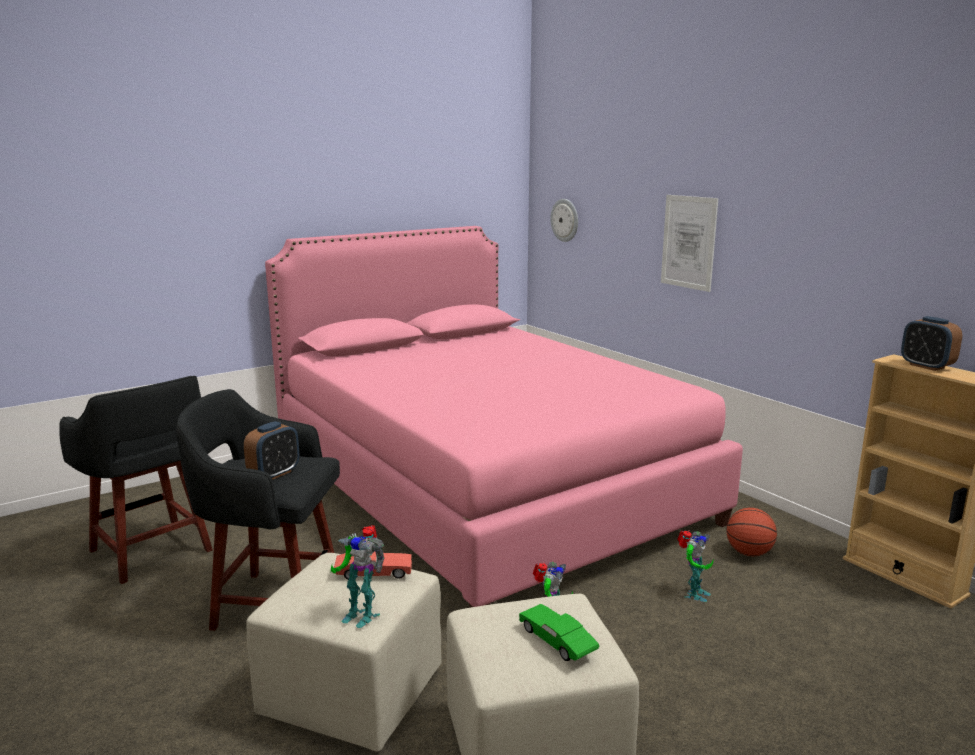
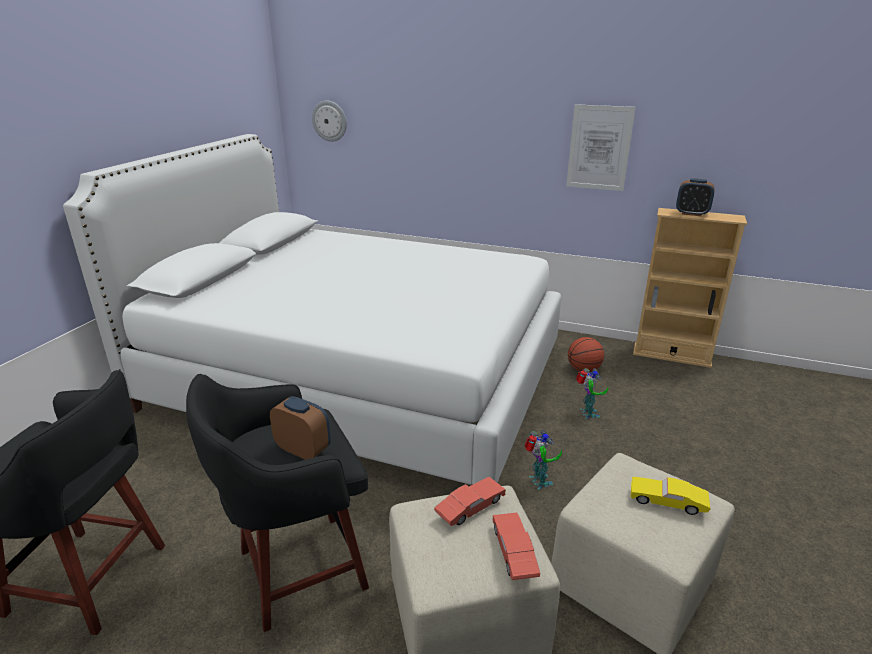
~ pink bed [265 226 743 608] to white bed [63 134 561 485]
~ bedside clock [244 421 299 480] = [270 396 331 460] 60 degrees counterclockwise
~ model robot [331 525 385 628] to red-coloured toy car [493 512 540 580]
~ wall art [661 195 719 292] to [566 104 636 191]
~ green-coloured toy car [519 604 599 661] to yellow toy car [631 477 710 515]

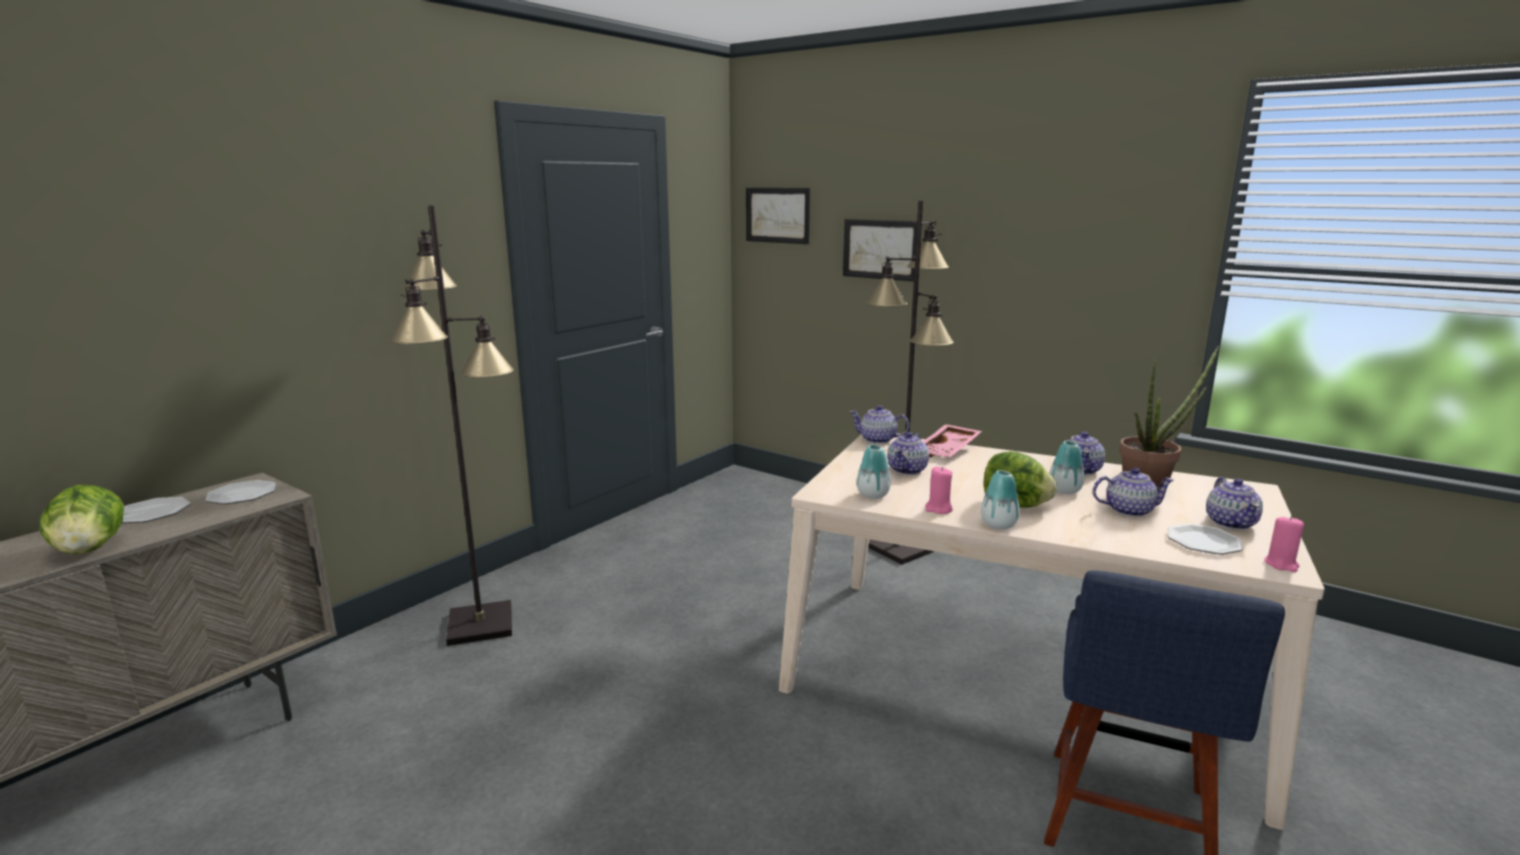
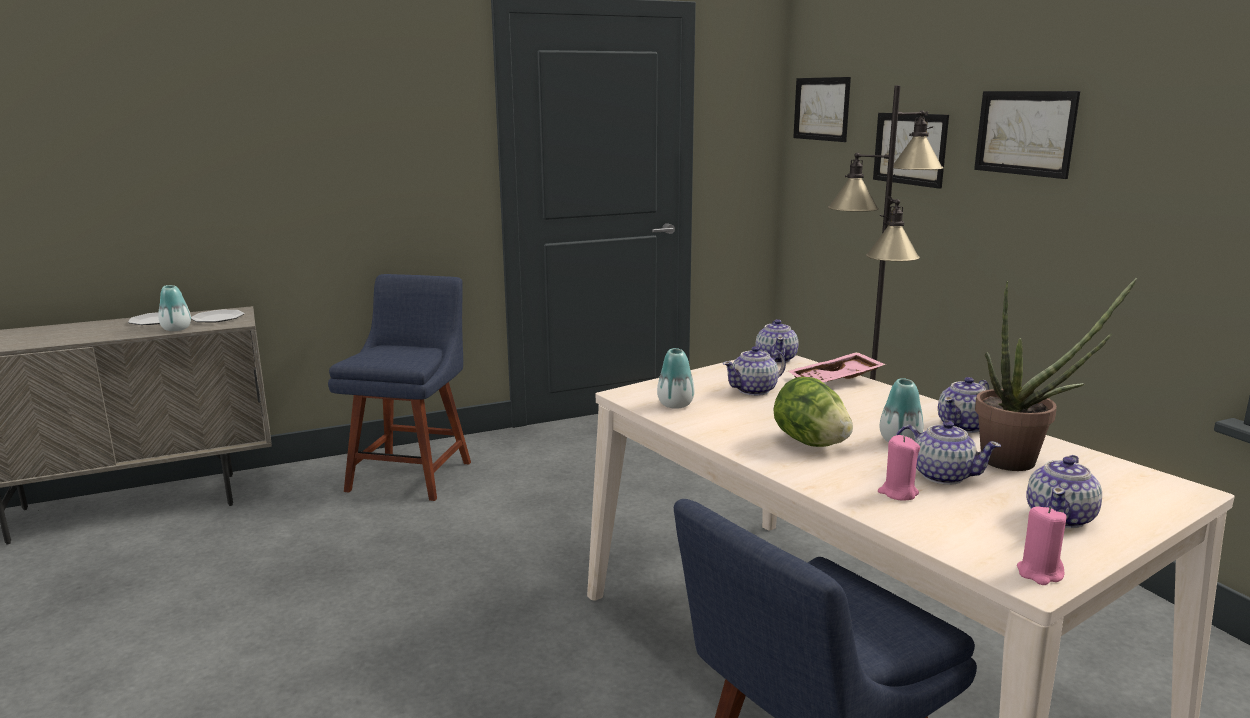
~ decorative vase [981 470 1020 529] to [159 285 191 331]
~ blackish floor lamp [390 205 514 646] to blue chair [328 274 471 501]
~ tea pot [849 405 909 444] = [756 319 799 363] 135 degrees counterclockwise
~ pink wax candle [925 467 953 514] to [878 435 920 501]
+ wall art [974 91 1080 179]
- lettuce head [40 485 124 554]
- dinner plate [1168 523 1243 555]

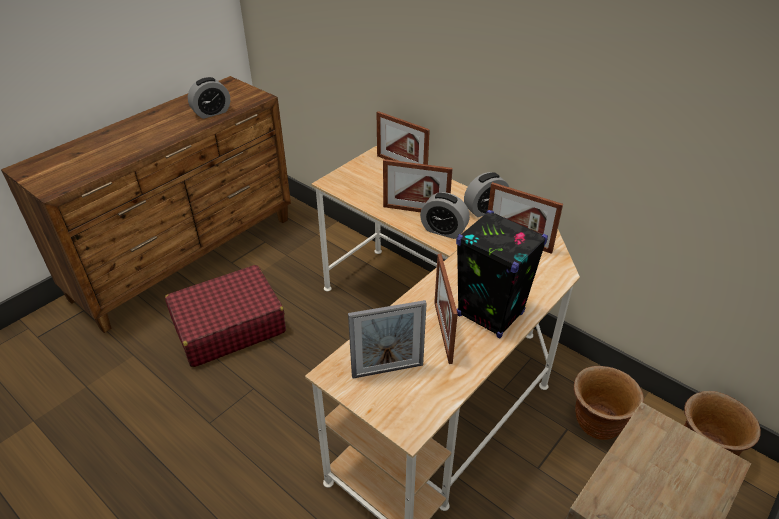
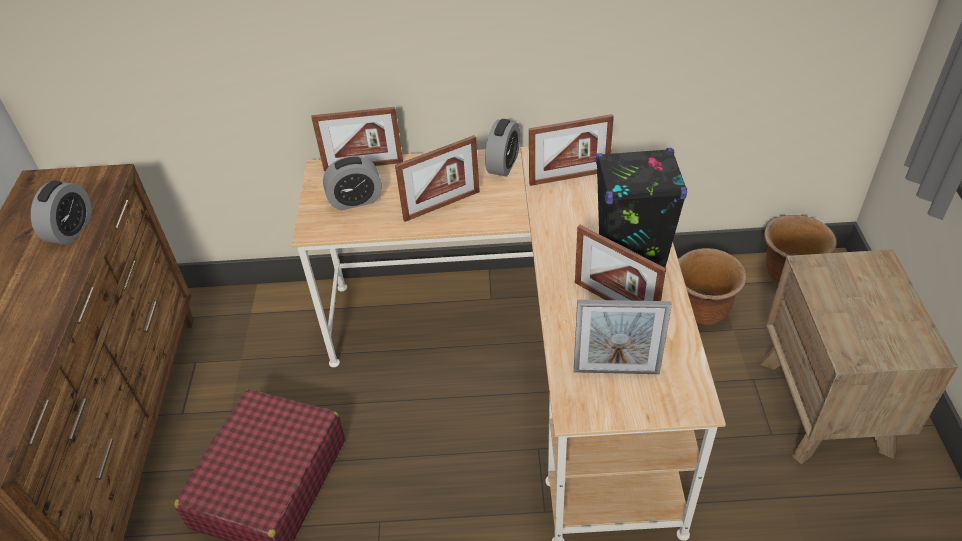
~ bedside clock [420 192 470 239] to [323 156 382 211]
~ photo frame [348 300 427 379] = [574 300 672 374] 60 degrees clockwise

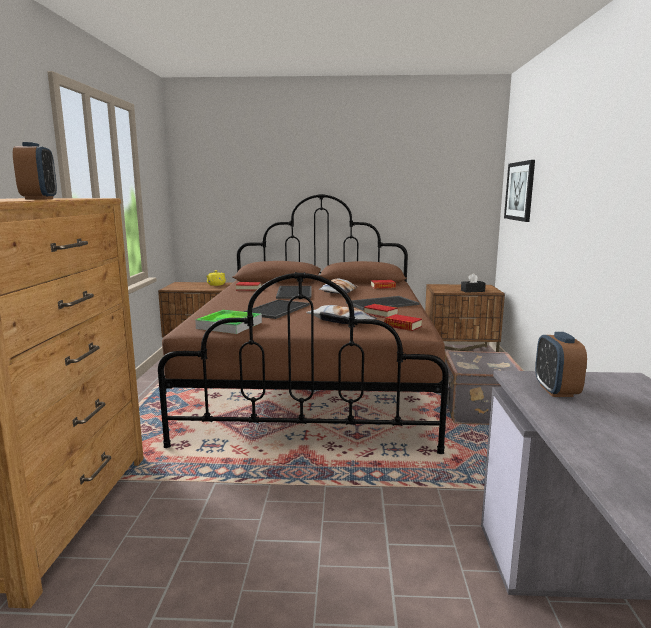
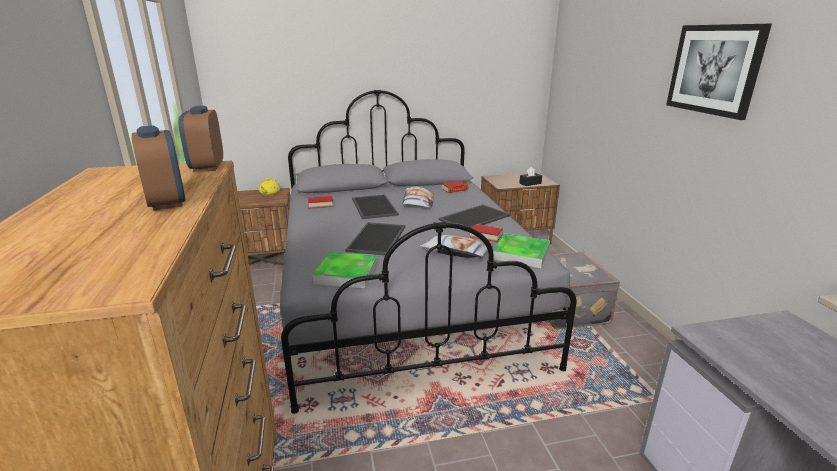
~ bedside clock [535 332 587 397] to [178 106 223 172]
~ brown bed [158 194 449 454] to gray bed [280 90 576 414]
~ book [384 314 422 331] to tray [493 233 550 268]
~ wall art [504 160 535 222] to [666 24 772 120]

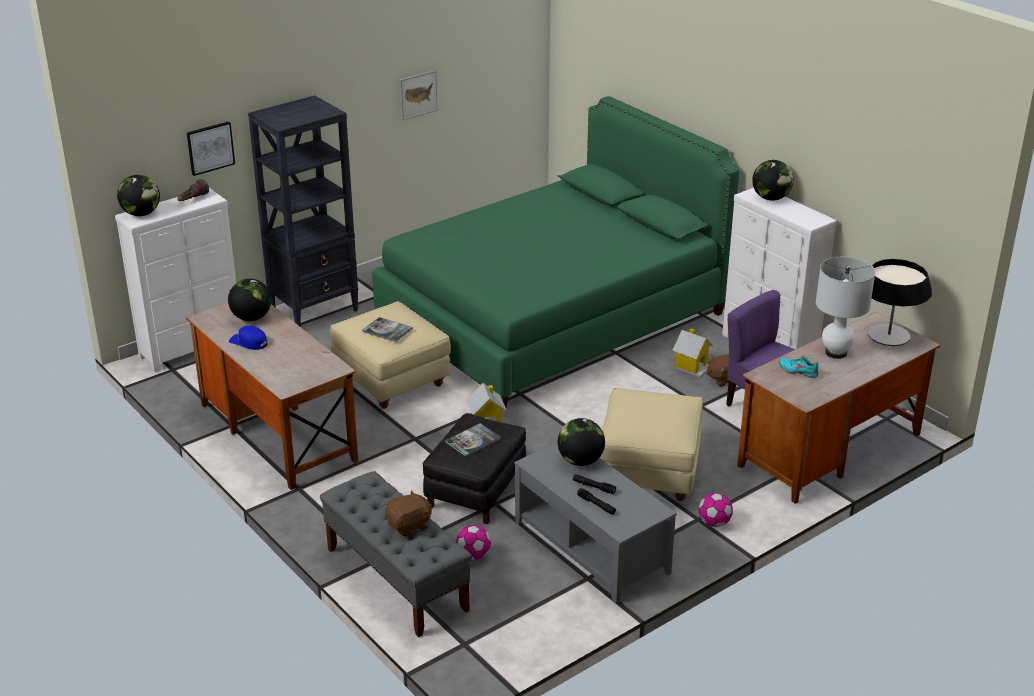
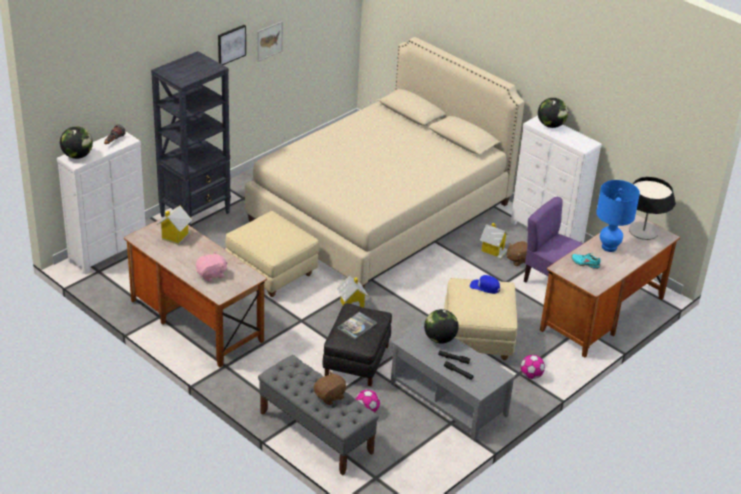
~ world globe [228 278 272 321] to toy house [157 205 192 245]
+ pink cuddly toy [196 251 228 282]
~ wall art [186 121 235 176] to [218 25 246 65]
~ green-coloured bed [372 96 740 410] to sand-coloured bed [245 37 524 288]
~ blue peaked cap [229 325 268 350] to [470 275 500 294]
~ white table lamp [816 256 876 359] to blue table lamp [596 180 640 252]
- book [362 317 413 342]

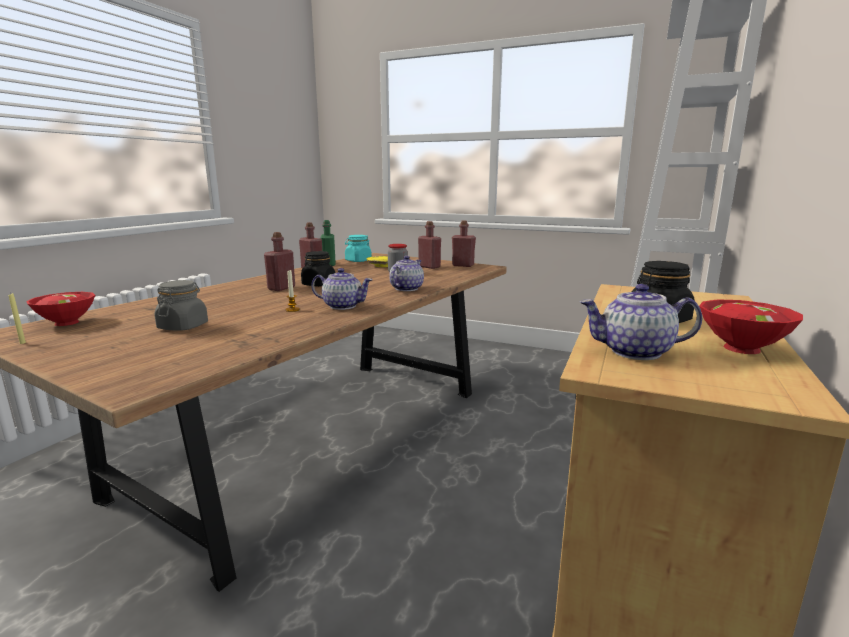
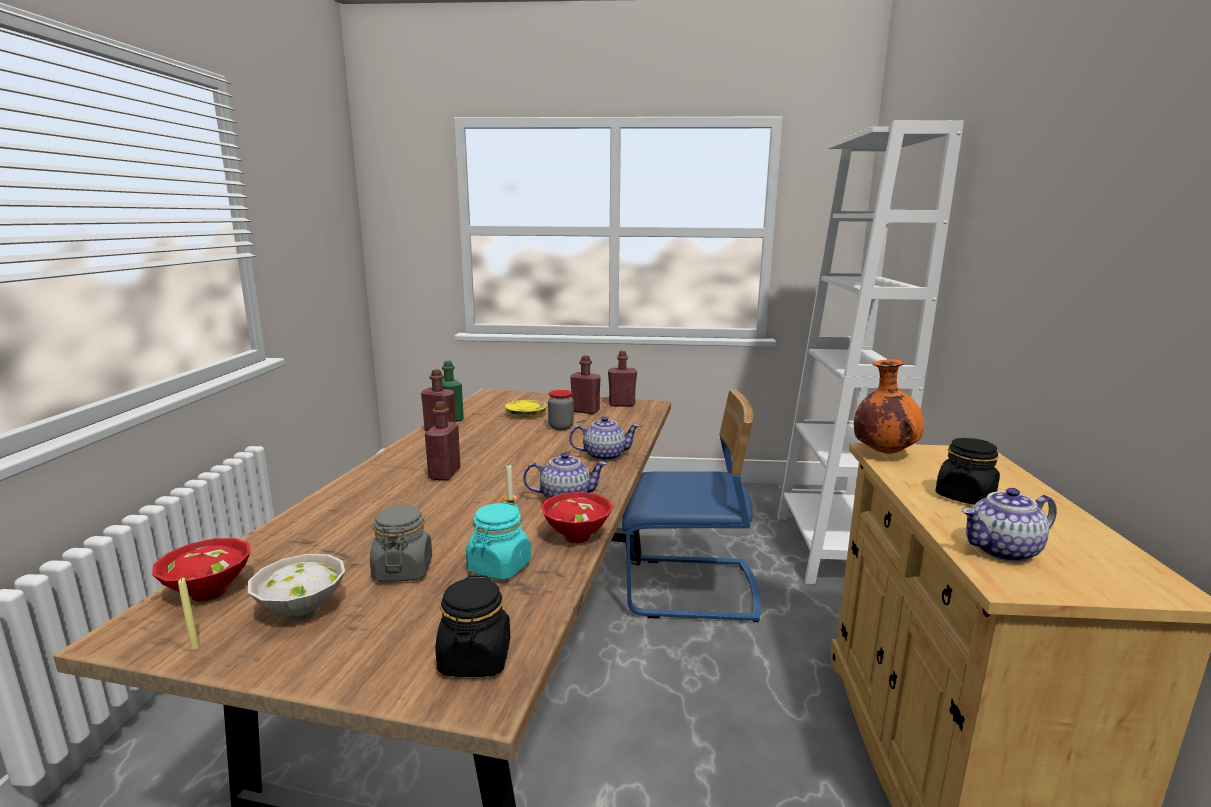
+ white serving bowl [248 554 345 622]
~ blackish storage jar [301 251 335 287] to [436 575 510 677]
~ blue-green storage jar [345 235 372 262] to [466 502 531 580]
~ red-coloured serving bowl [699 299 803 354] to [541 492 613 543]
~ tea pot [389 256 424 291] = [569 416 640 461] 75 degrees clockwise
+ blue chair [622 389 761 623]
+ orange decorative vase [854 359 924 454]

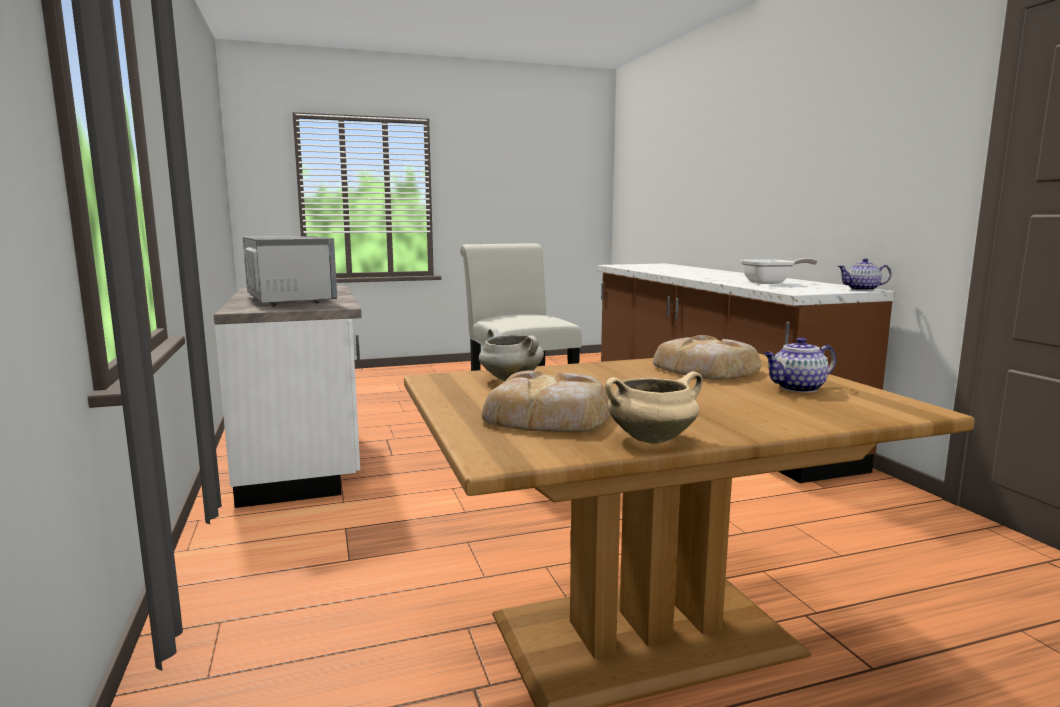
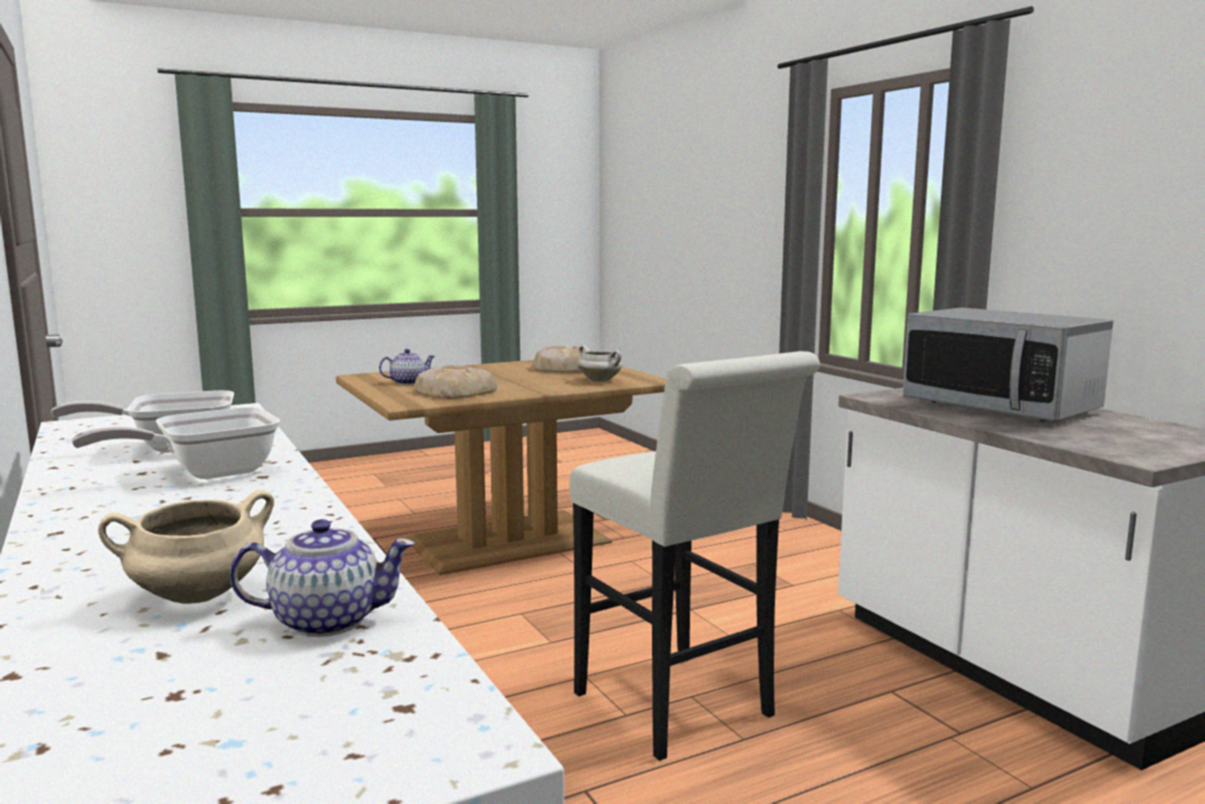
+ pan [71 407 280 479]
~ sand-coloured stockpot [605 371 702 444] to [98 490 274 604]
~ tea pot [838 258 892 291] to [230 519 415 637]

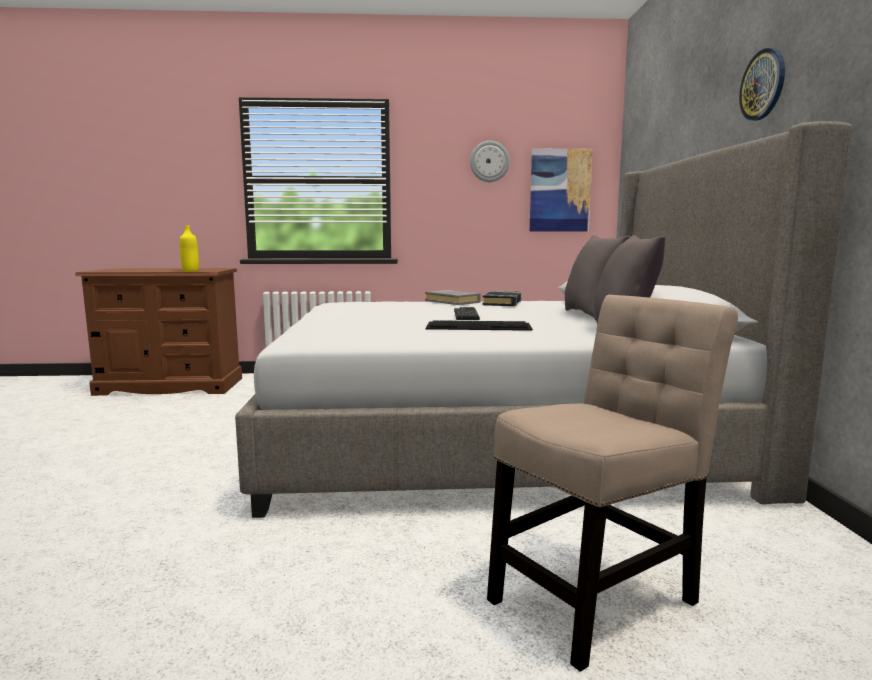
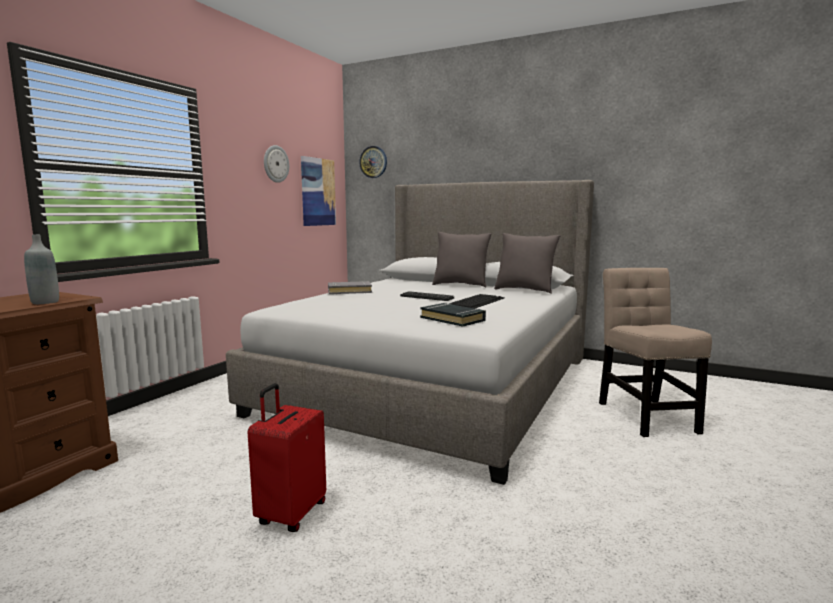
~ yellow bottle [180 226 199 271] to gray bottle [24 235 59 304]
+ red-coloured suitcase [248 383 326 532]
~ hanging clock [739 48 785 121] to [359 146 387 178]
~ blackish book [482 291 522 306] to [420 303 486 327]

